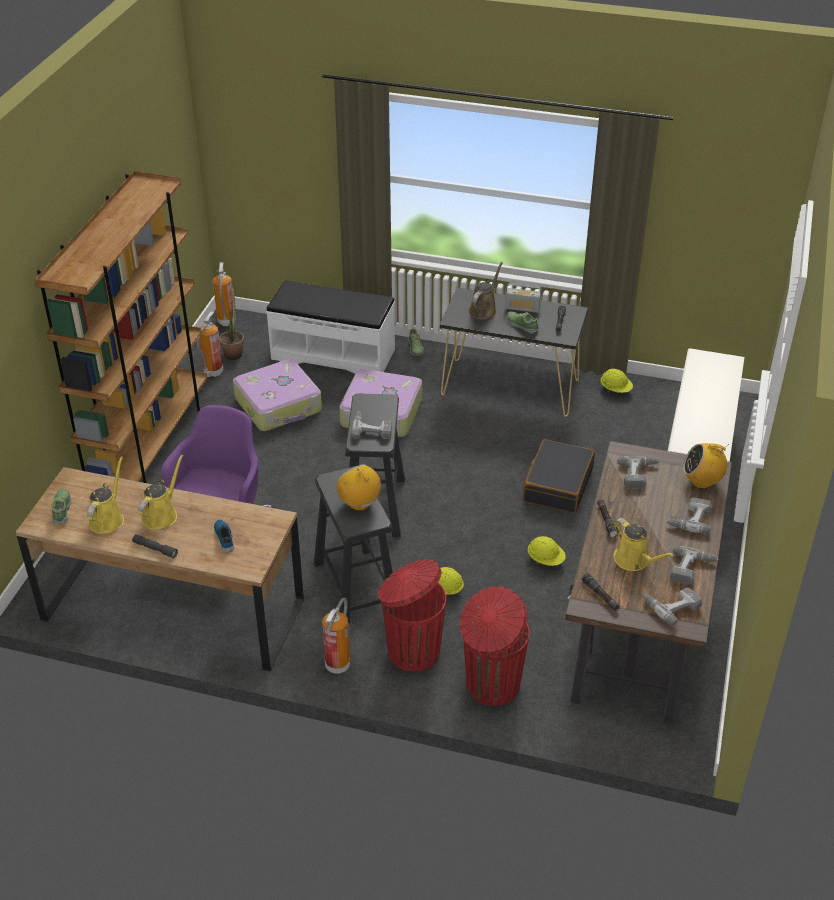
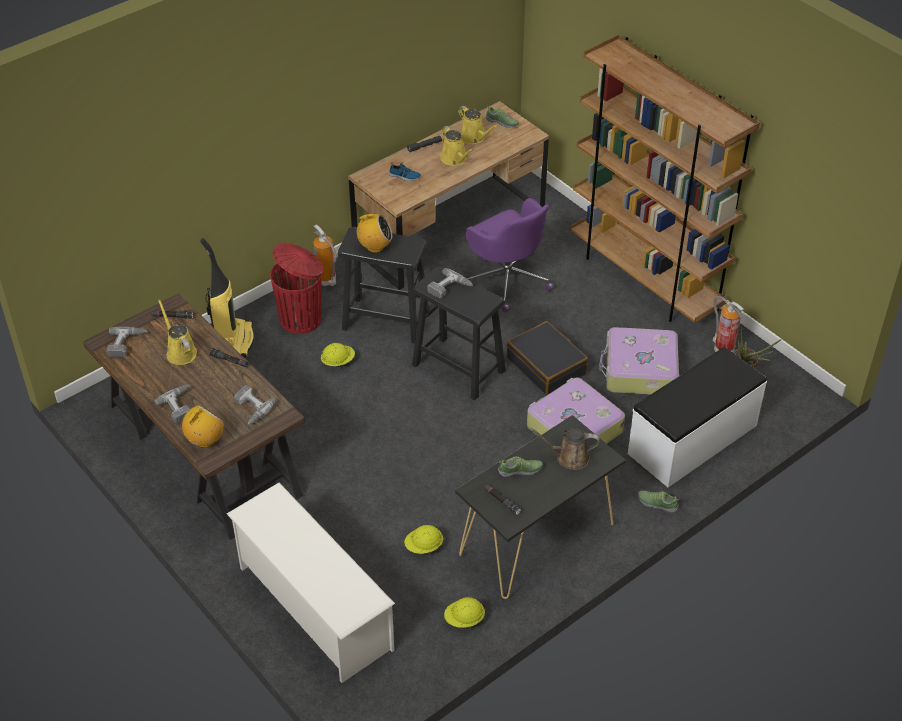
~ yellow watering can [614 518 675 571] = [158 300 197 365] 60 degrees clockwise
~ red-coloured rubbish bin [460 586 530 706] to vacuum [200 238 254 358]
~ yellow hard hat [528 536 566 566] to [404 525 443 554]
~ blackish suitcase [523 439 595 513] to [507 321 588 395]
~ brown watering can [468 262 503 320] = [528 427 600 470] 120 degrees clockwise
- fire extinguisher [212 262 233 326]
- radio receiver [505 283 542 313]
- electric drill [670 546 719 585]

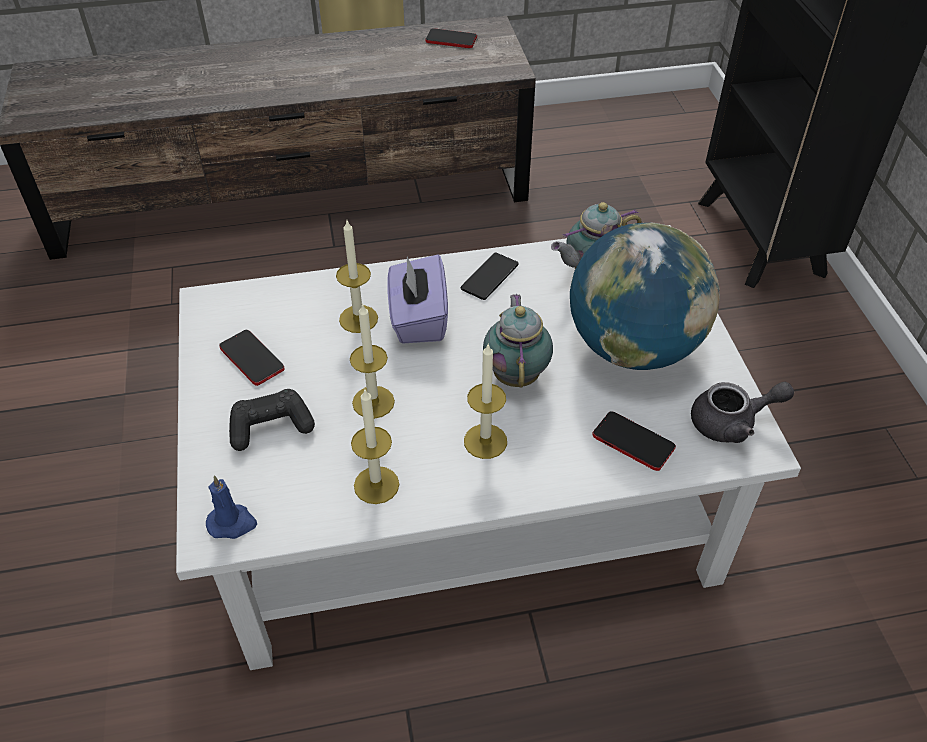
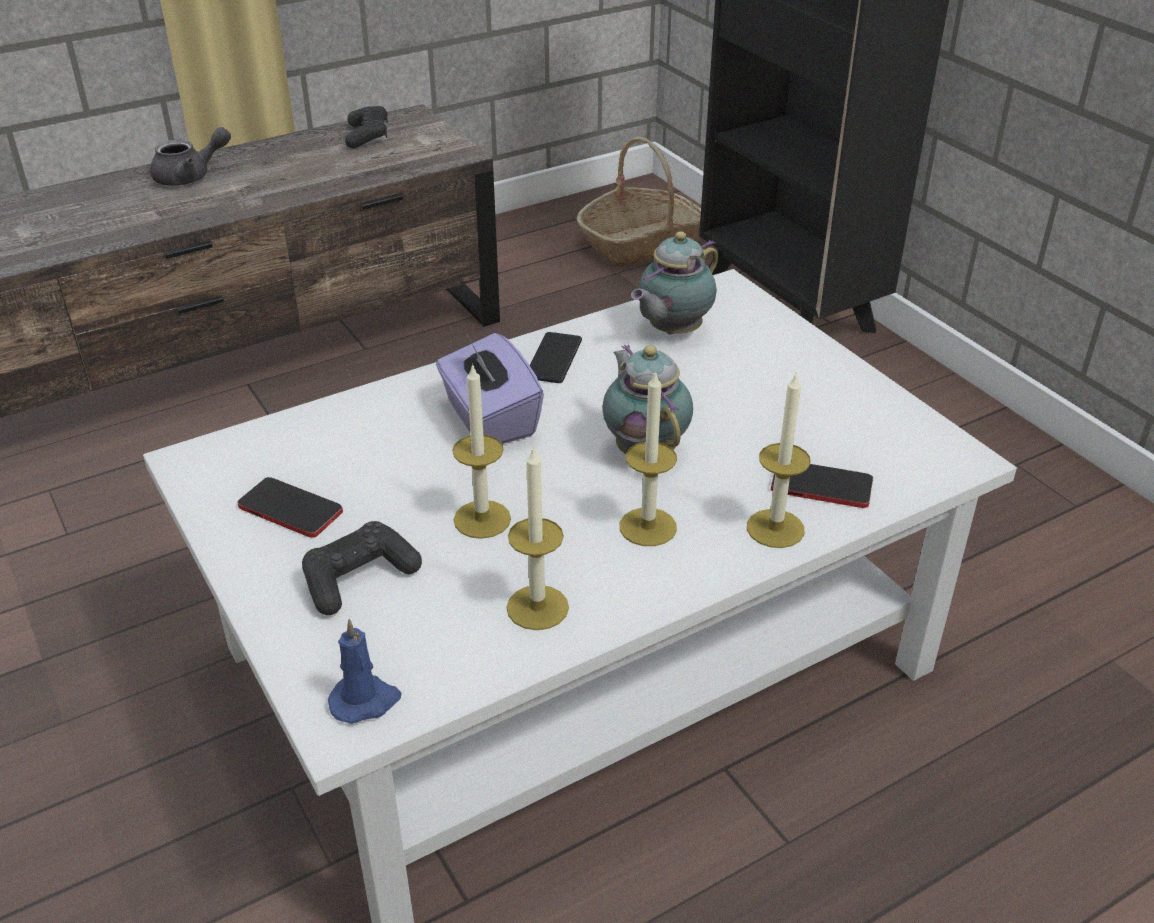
~ gray tea pot [691 382 794 443] to [150 127 231 186]
~ telephone [425 28 477 48] to blackish gamepad [345 106 388 148]
+ basket [576 136 701 267]
~ wax candle [336 221 378 333] to [747 374 811 548]
- world globe [570 222 720 370]

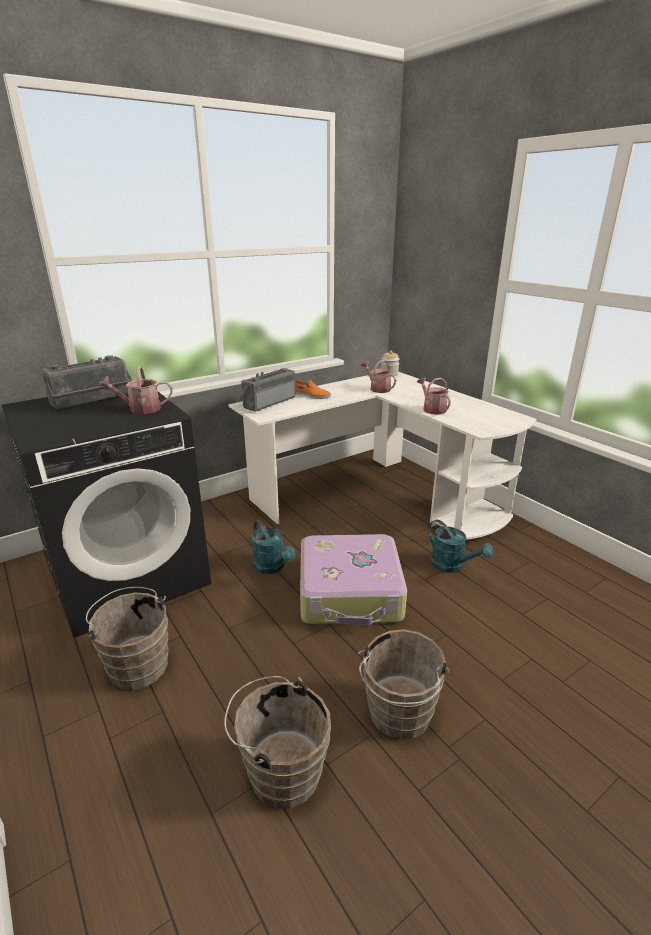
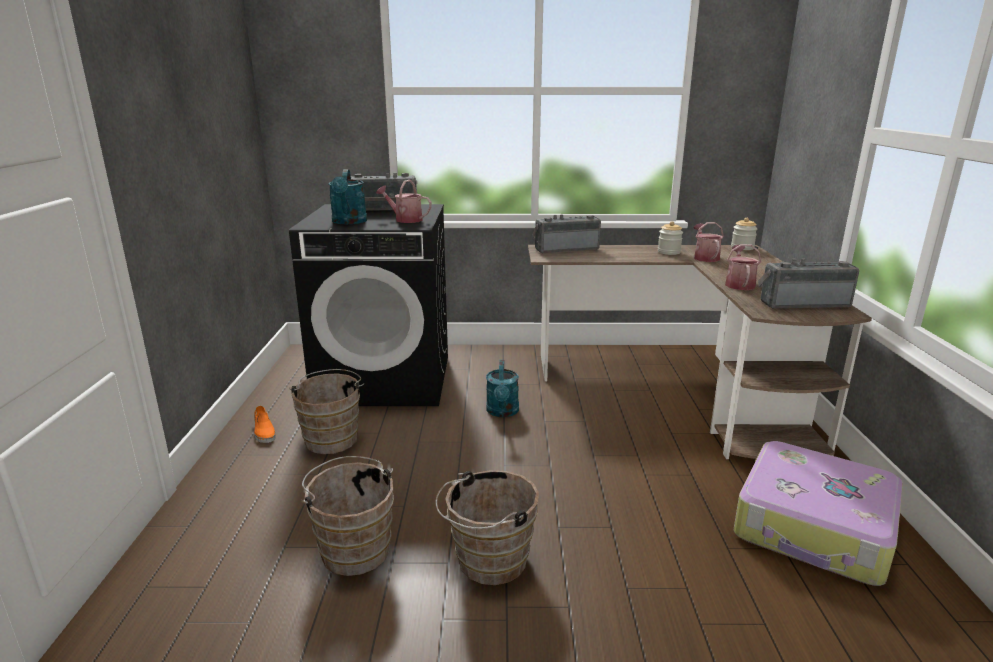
~ orange shoe [295 380 331 399] to [254 406 276 443]
~ blue-green watering can [428 520 493 573] to [329 169 367 224]
~ white desk table [228 372 536 540] to brown desk table [528 245 872 459]
+ storage jar [658 221 683 255]
~ suitcase [300 534 407 625] to [734 441 903 586]
+ radio receiver [758 258 859 309]

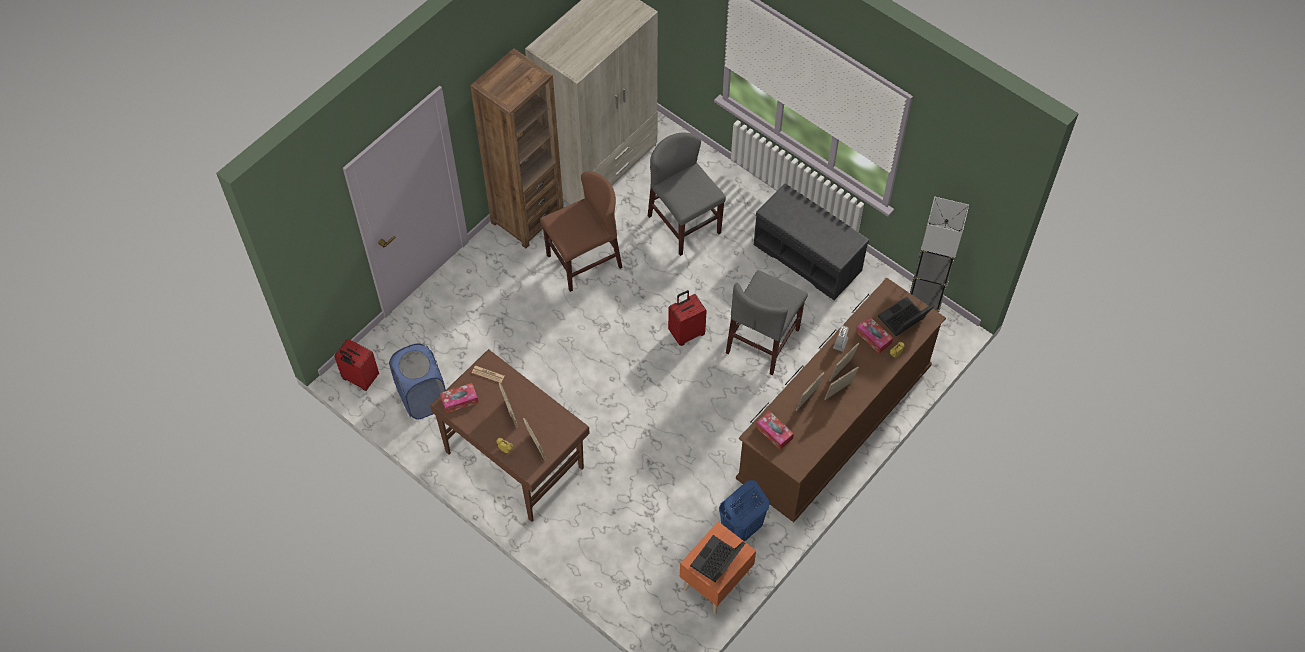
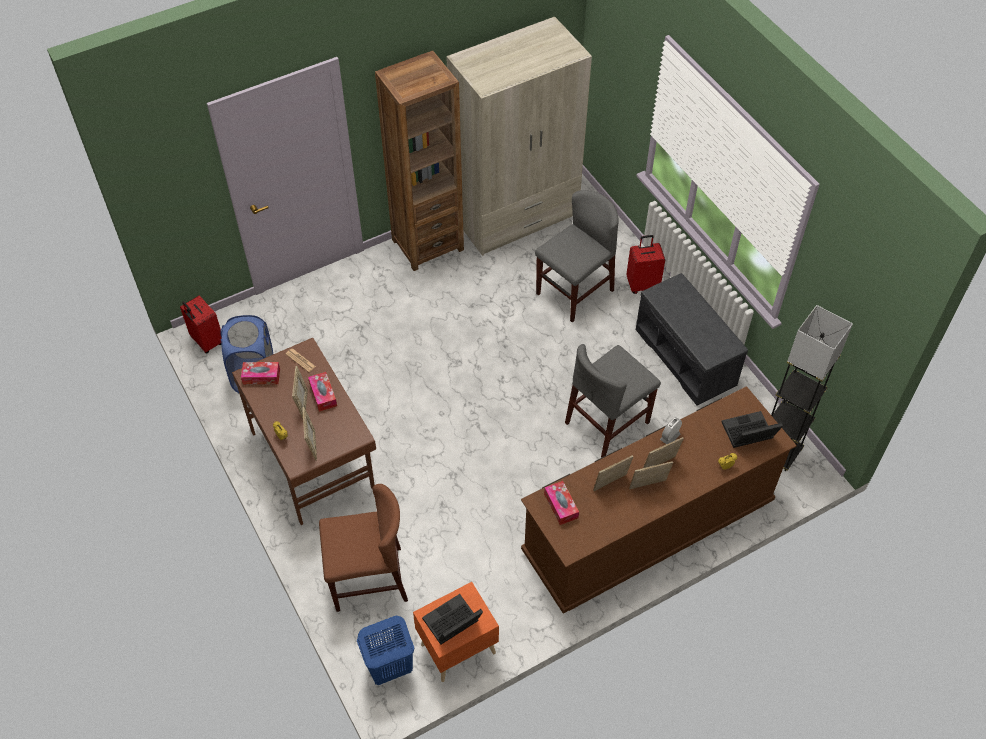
~ tissue holder [856 317 893 354] to [308 372 337 412]
~ brown chair [540 171 622 292] to [319 484 408 612]
~ blue laundry basket [719 480 769 542] to [357 616 414 685]
~ gray chair [648 133 726 256] = [535 190 619 322] 60 degrees clockwise
~ red-coloured suitcase [668 290 707 346] to [626 235 665 294]

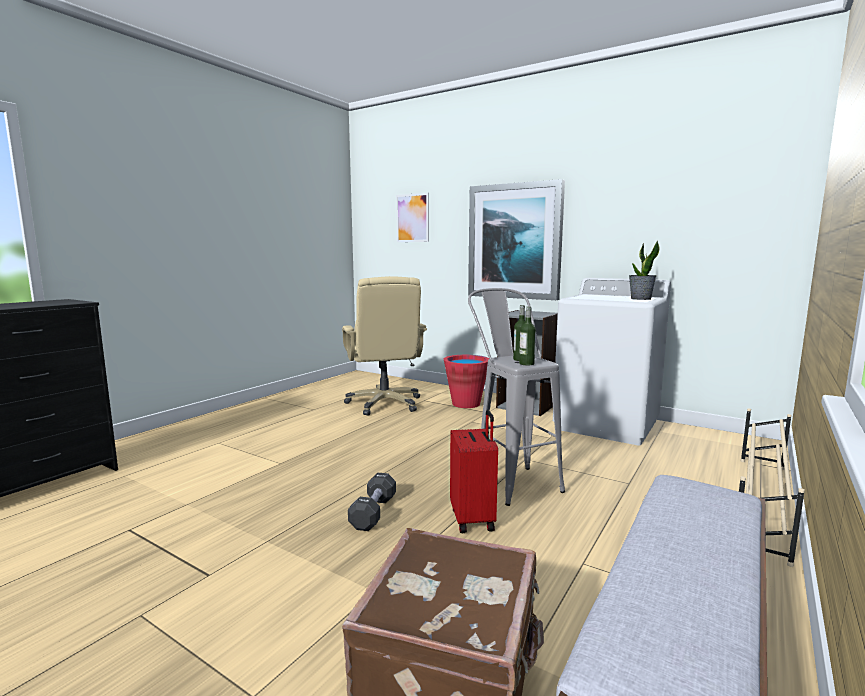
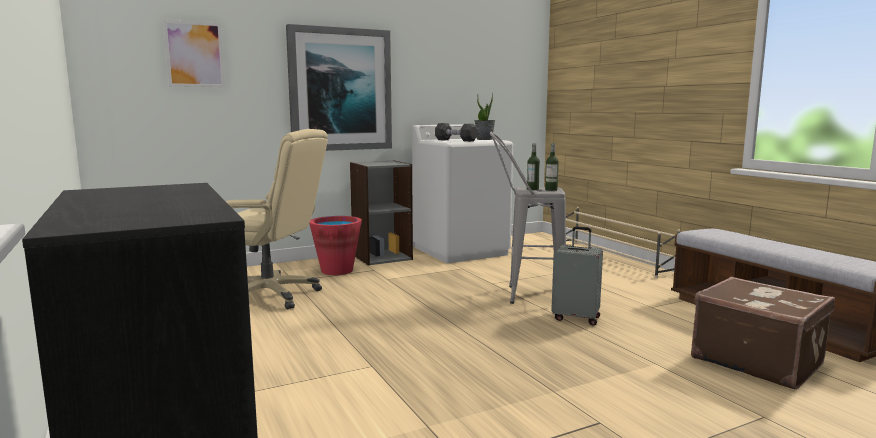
~ blackish dumbbell [348 473 396 531] to [435 123 478 142]
~ red-coloured suitcase [450 410 498 533] to gray suitcase [551 226 603 326]

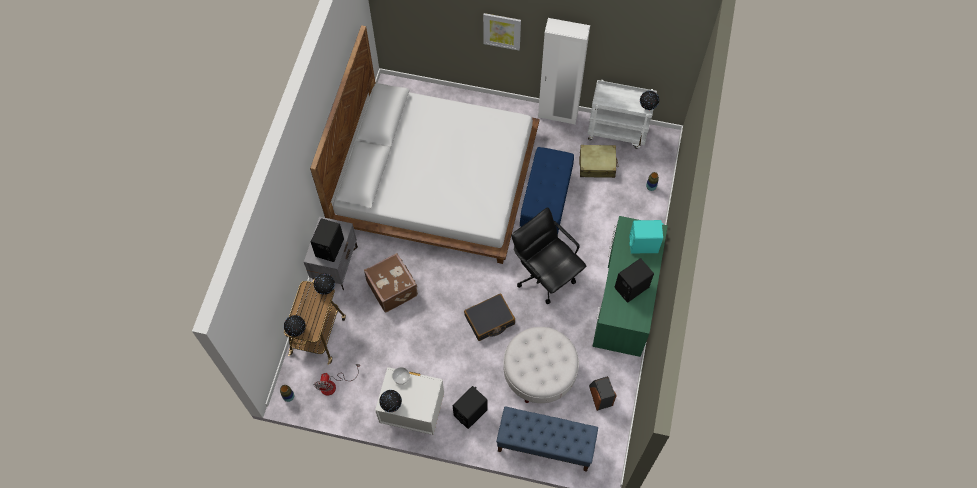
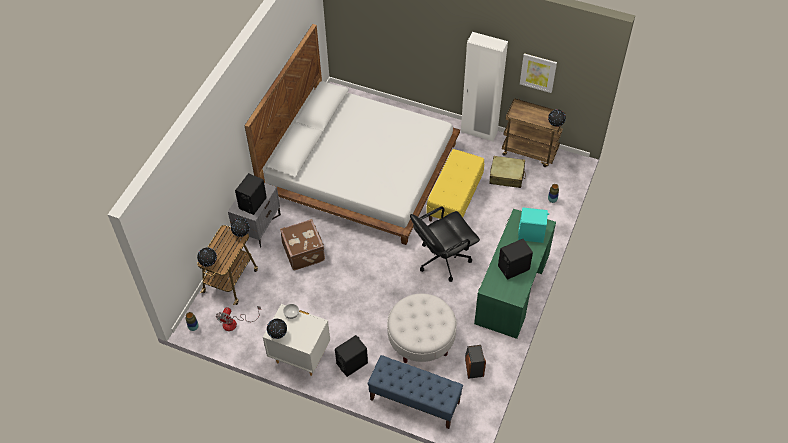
~ blackish computer chair [511 207 586 304] = [410 206 480 282] 90 degrees counterclockwise
~ blue indoor bench [520 147 574 234] to yellow indoor bench [426 149 484 221]
~ white cart [587 80 657 149] to brown cart [502 98 566 167]
~ wall art [483 13 521 50] to [520 53 557 93]
- blackish suitcase [464 293 515 341]

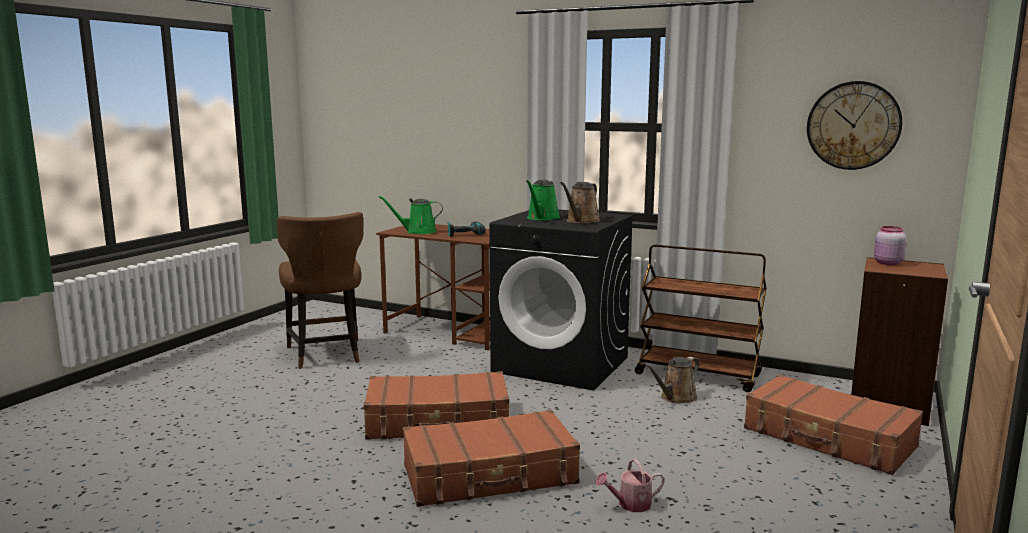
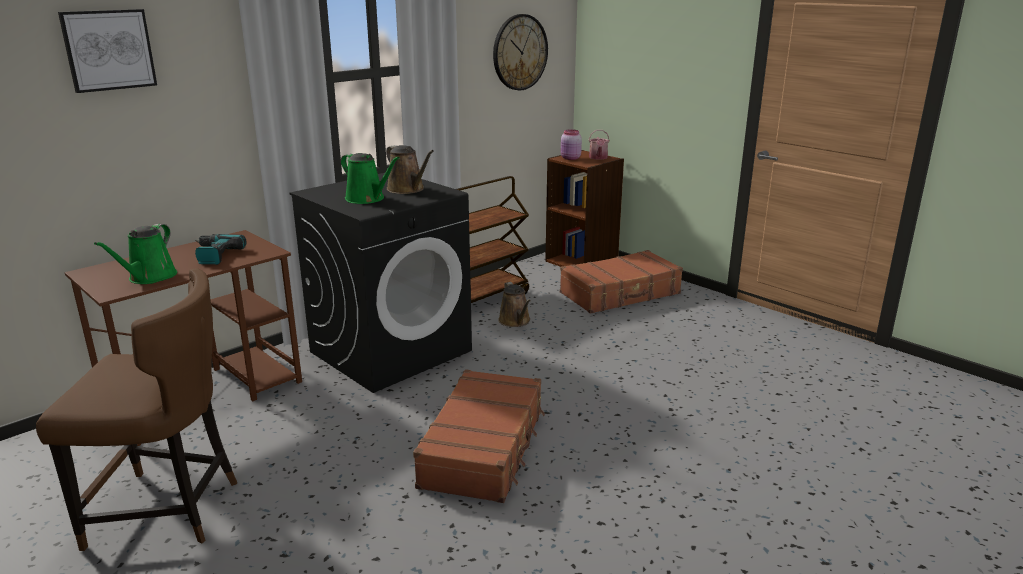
+ wall art [58 9 157 93]
~ watering can [595 458 665 512] to [589 130 610 160]
- brown suitcase [403 410 580 507]

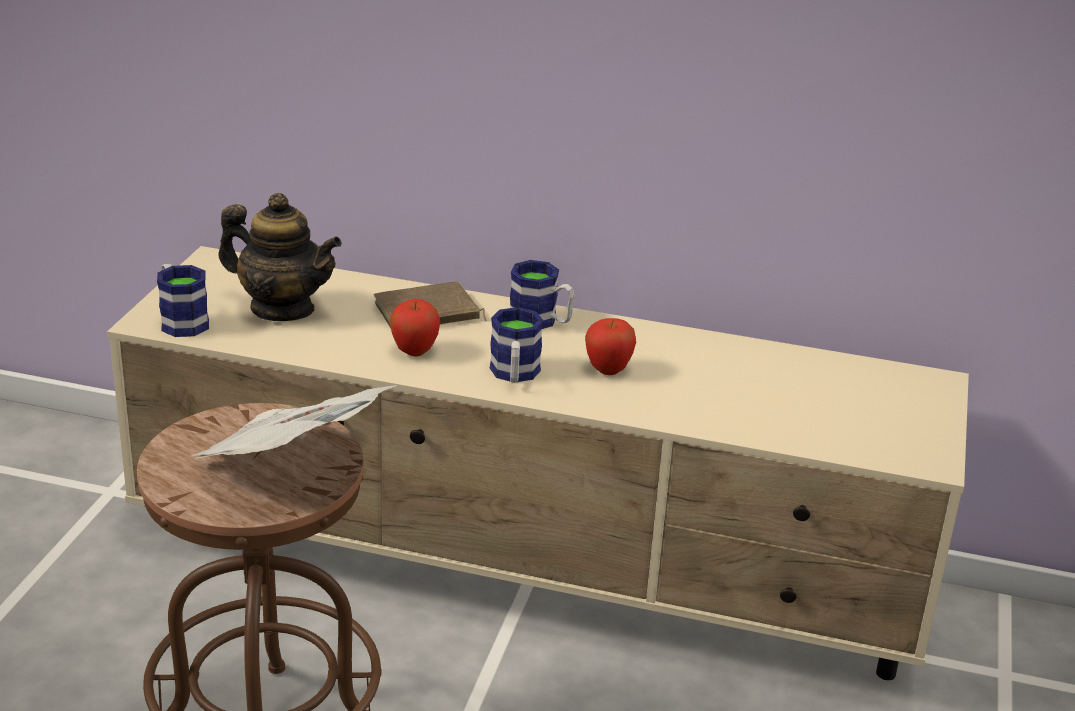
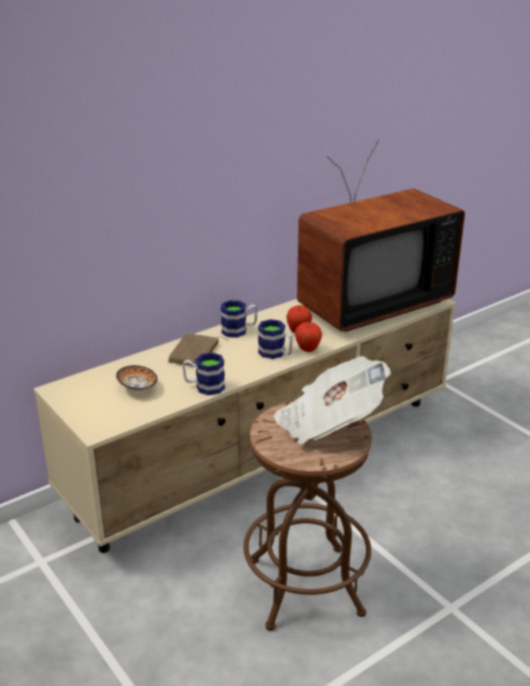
~ tea pot [218 193 342 321] to serving bowl [116 365 157 392]
~ coffee mug [157 264 209 337] to [182 352 225 395]
~ apple [390 299 441 356] to [295 322 322 352]
+ television [297 140 465 332]

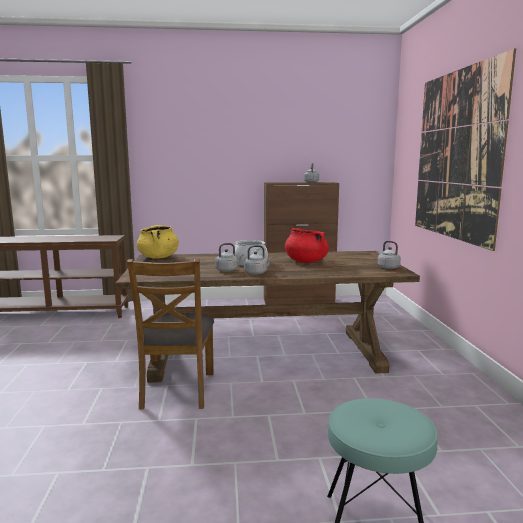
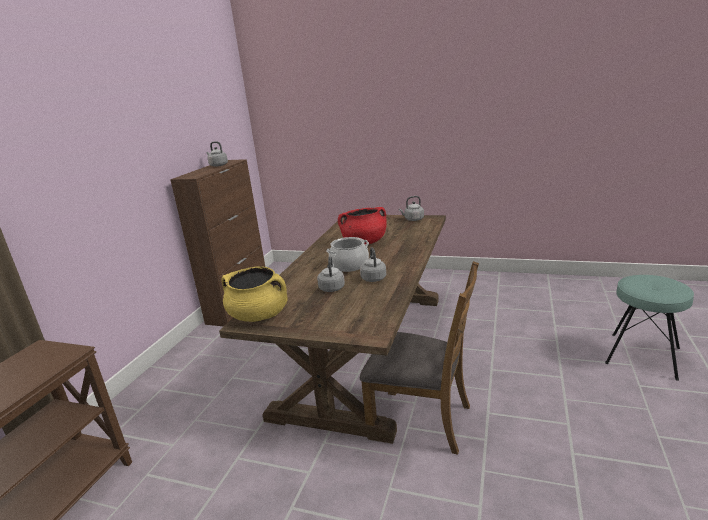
~ gray tea kettle [244 245 273 275] to [317 256 345 292]
- wall art [415 49 516 251]

